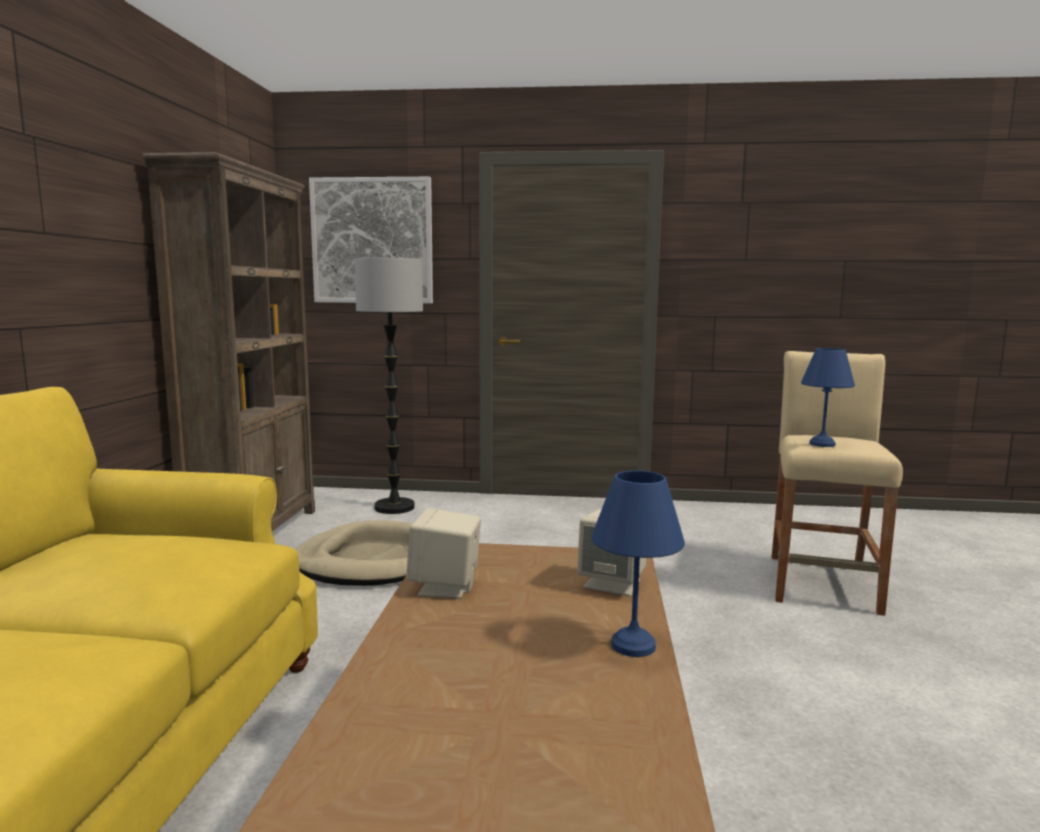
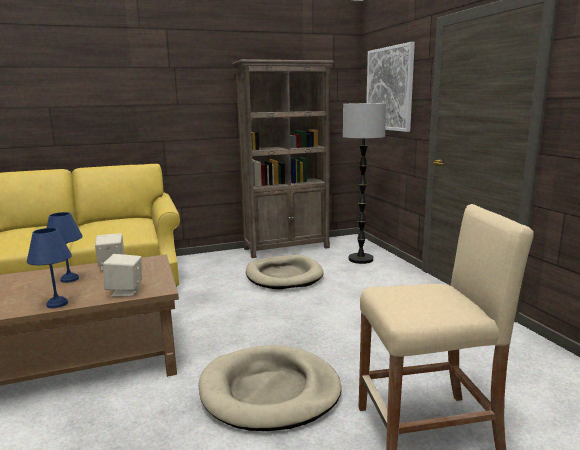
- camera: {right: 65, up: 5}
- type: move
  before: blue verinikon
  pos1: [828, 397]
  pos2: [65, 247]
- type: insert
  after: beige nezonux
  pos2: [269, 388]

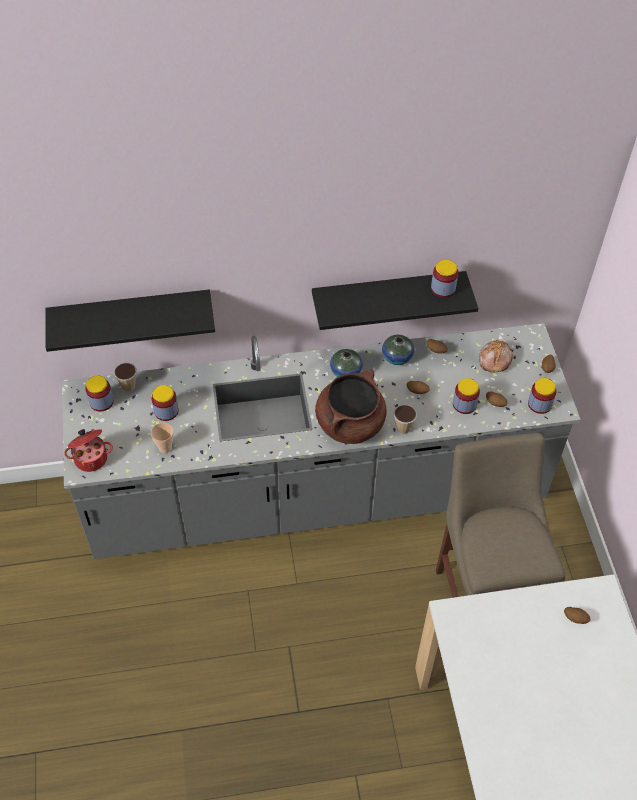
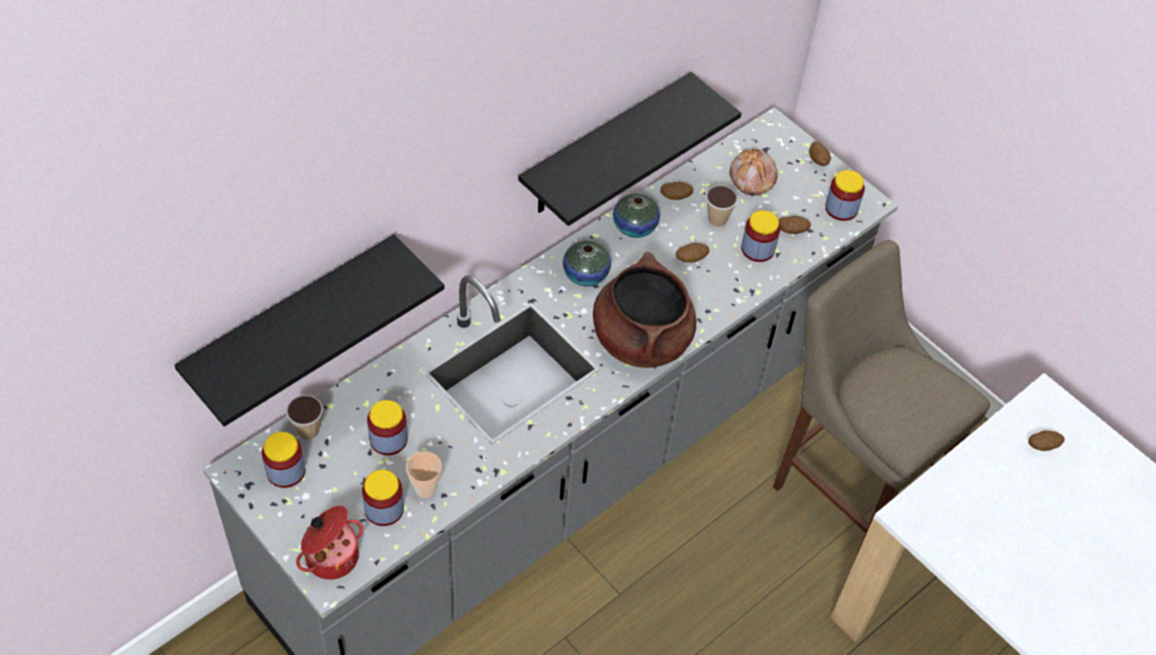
- camera: {right: -35, up: 0}
- type: move
  before: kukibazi
  pos1: [405, 419]
  pos2: [722, 206]
- type: move
  before: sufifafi
  pos1: [444, 279]
  pos2: [383, 498]

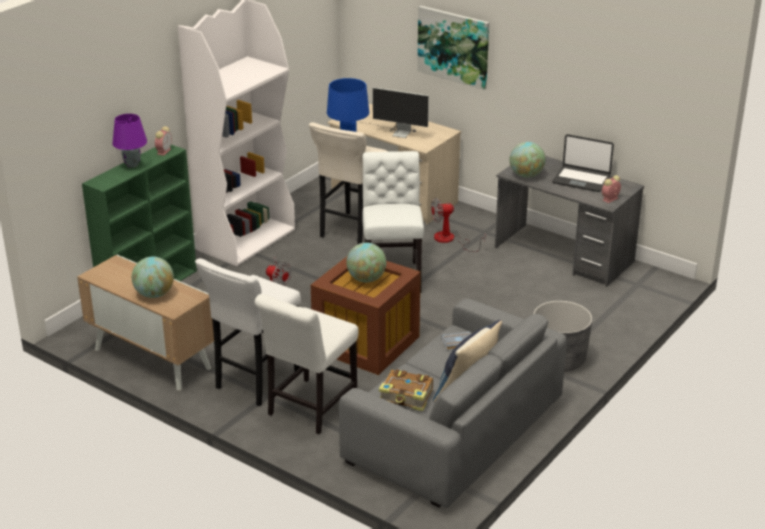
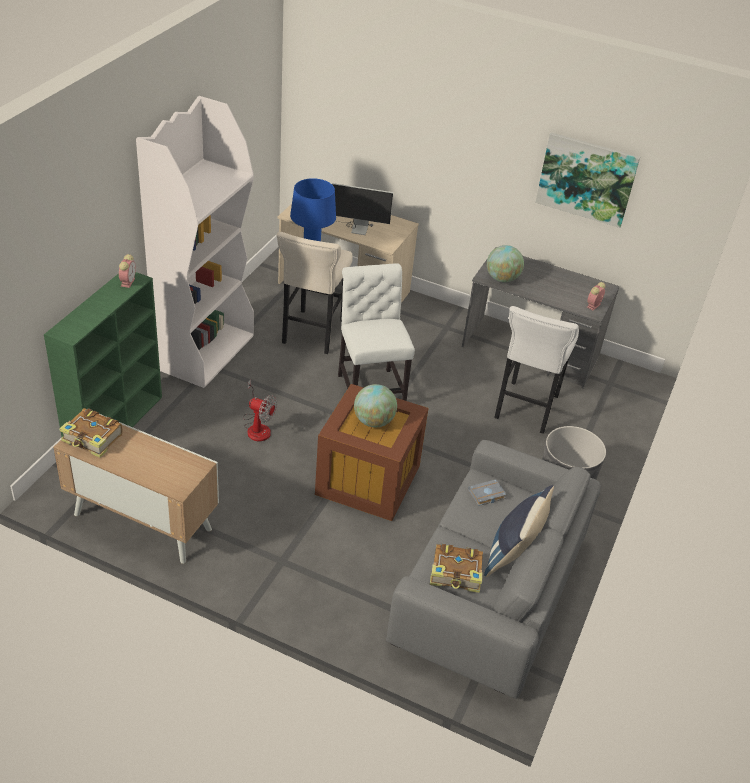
- camera: {right: -15, up: 10}
- type: delete
  before: purple verinikon
  pos1: [129, 141]
- type: delete
  before: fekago
  pos1: [153, 277]
- type: move
  before: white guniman
  pos1: [248, 332]
  pos2: [536, 370]
- type: delete
  before: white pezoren
  pos1: [306, 364]
- type: move
  before: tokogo
  pos1: [453, 48]
  pos2: [587, 180]
- type: delete
  before: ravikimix
  pos1: [458, 225]
- type: delete
  before: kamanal
  pos1: [583, 163]
- type: insert
  after: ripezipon
  pos2: [91, 433]

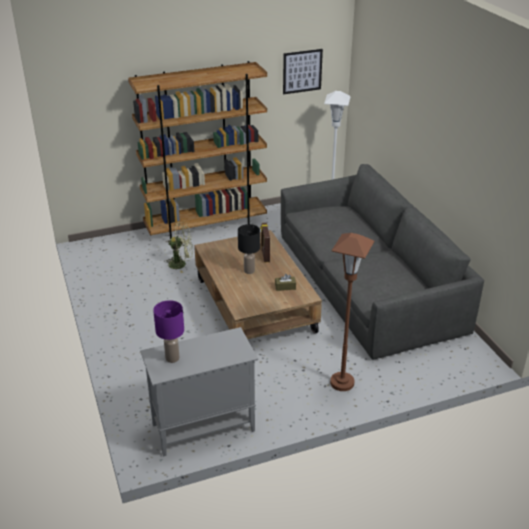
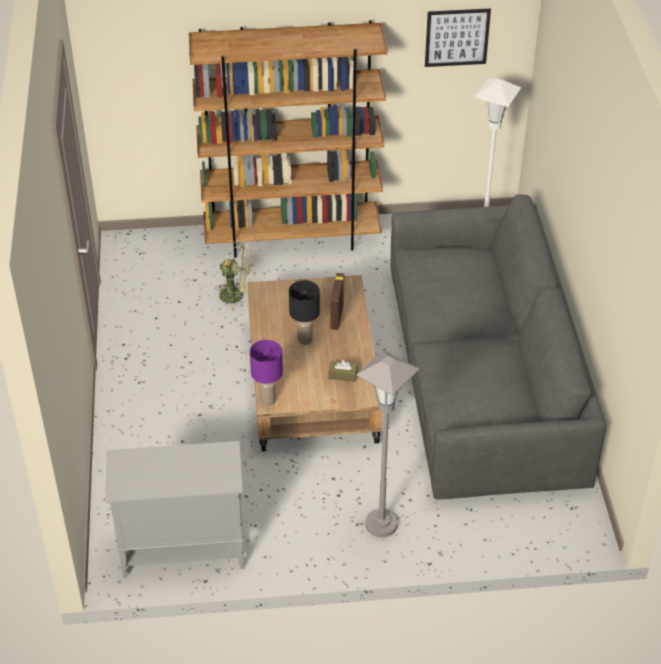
- camera: {right: 15, up: 10}
- type: move
  before: purple verinikon
  pos1: [168, 331]
  pos2: [266, 373]
- type: recolor
  before: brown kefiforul
  after: grey kefiforul
  pos1: [352, 312]
  pos2: [388, 443]

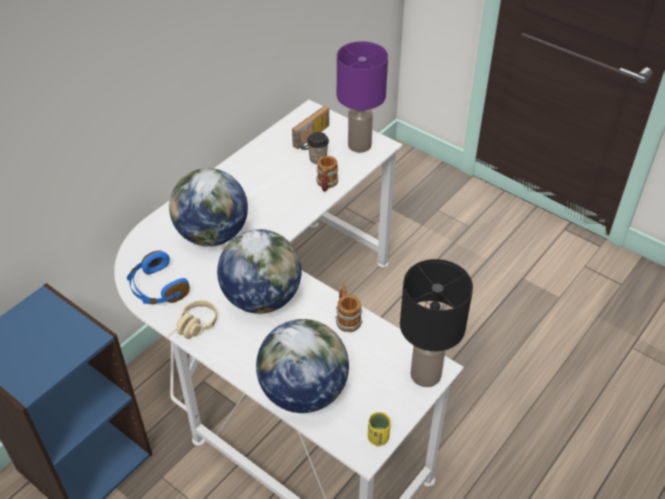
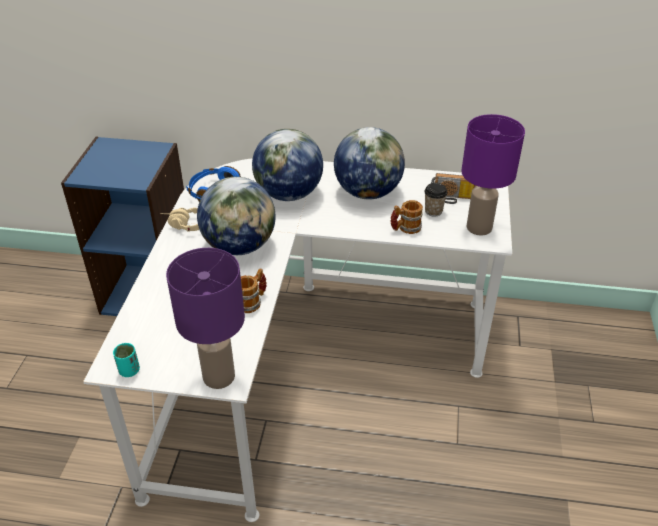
- camera: {right: 60, up: -5}
- type: move
  before: fekago
  pos1: [302, 366]
  pos2: [369, 163]
- type: recolor
  before: yellow kukibazi
  after: turquoise kukibazi
  pos1: [379, 429]
  pos2: [126, 360]
- type: recolor
  before: black verinikon
  after: purple verinikon
  pos1: [436, 323]
  pos2: [205, 318]

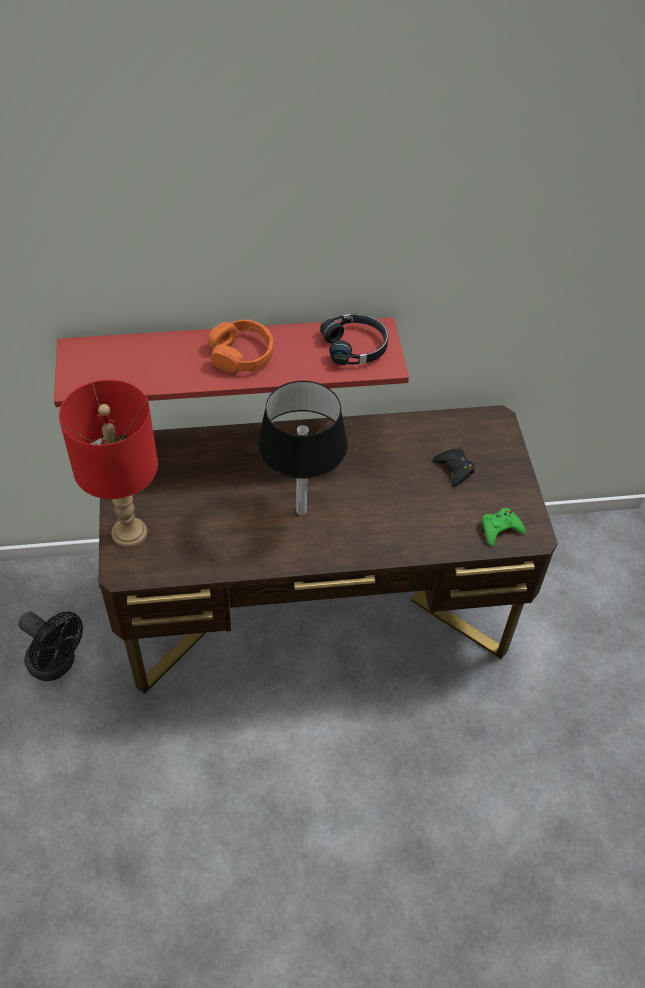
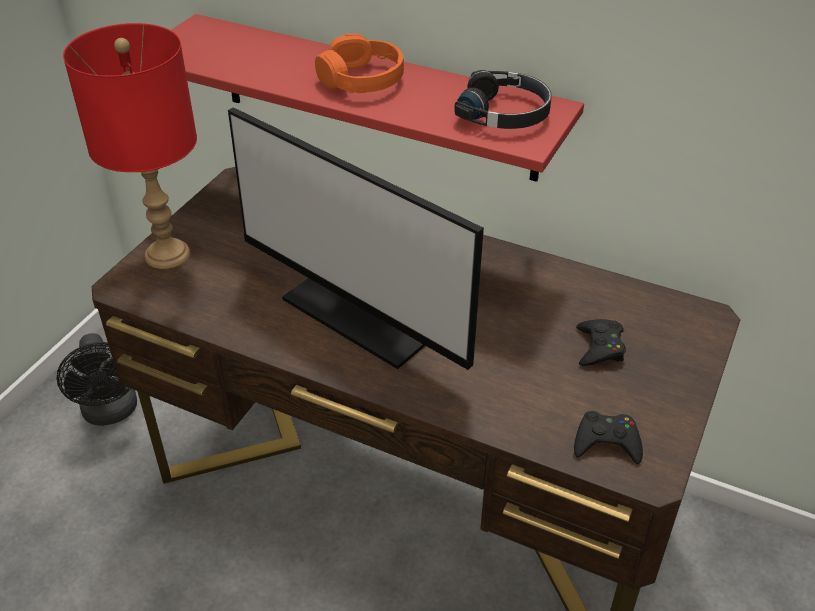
- camera: {right: 35, up: -10}
- type: replace
  before: black verinikon
  after: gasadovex
  pos1: [302, 448]
  pos2: [356, 238]
- type: recolor
  before: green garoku
  after: black garoku
  pos1: [504, 527]
  pos2: [608, 437]

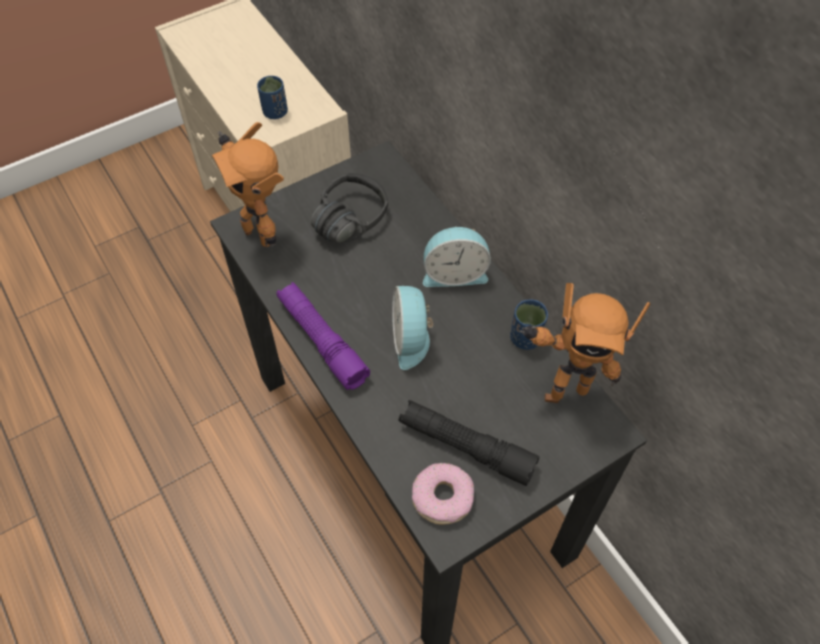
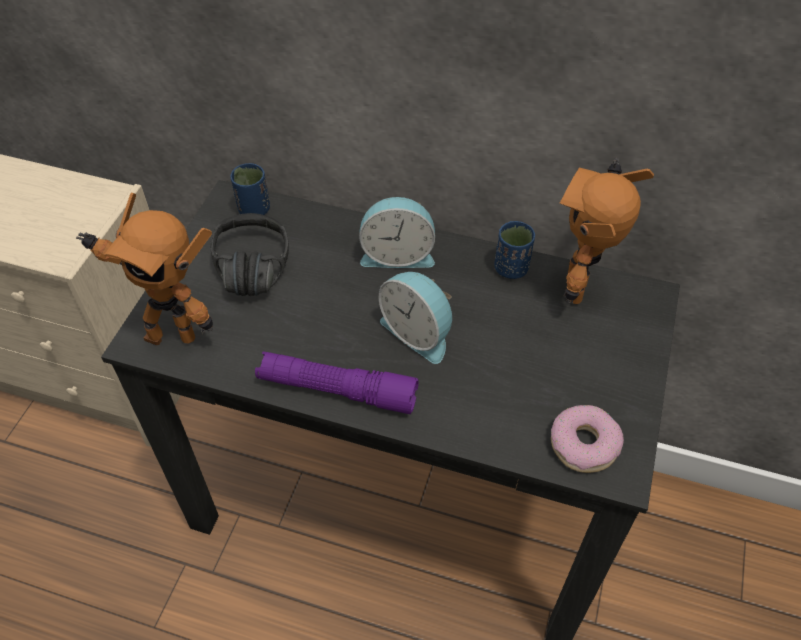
- camera: {right: -40, up: -5}
- type: move
  before: blue kukibazi
  pos1: [272, 97]
  pos2: [250, 189]
- type: delete
  before: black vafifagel
  pos1: [469, 443]
- type: rotate
  before: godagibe
  pos1: [457, 257]
  pos2: [397, 232]
  turn: 45
- type: rotate
  before: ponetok
  pos1: [585, 343]
  pos2: [607, 231]
  turn: 150

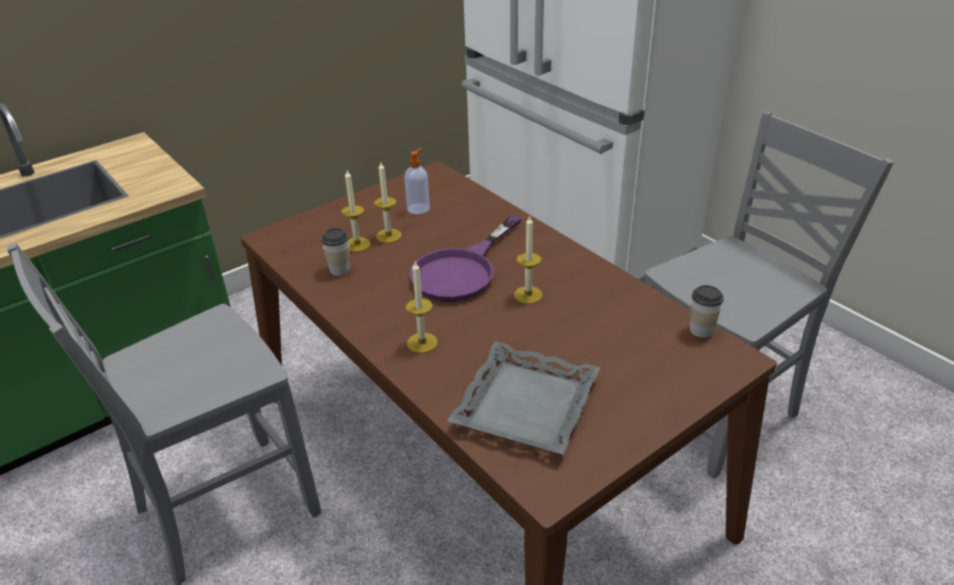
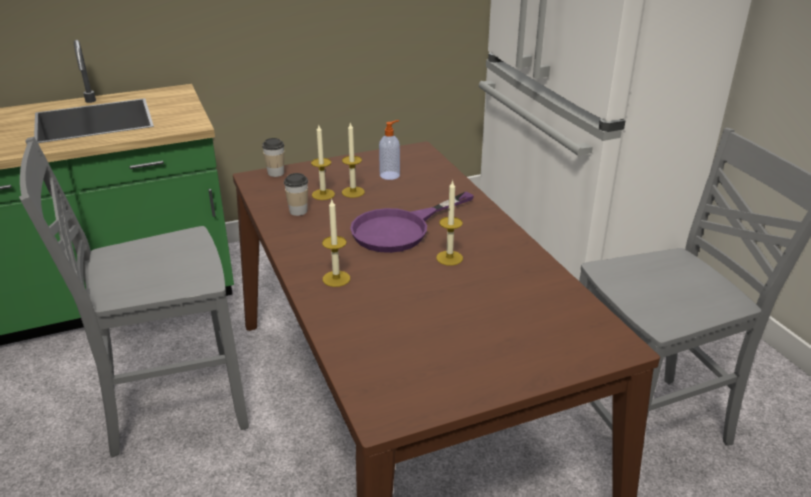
- camera: {right: 15, up: -5}
- type: delete
  before: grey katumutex
  pos1: [524, 398]
- type: move
  before: kukibazi
  pos1: [707, 311]
  pos2: [273, 157]

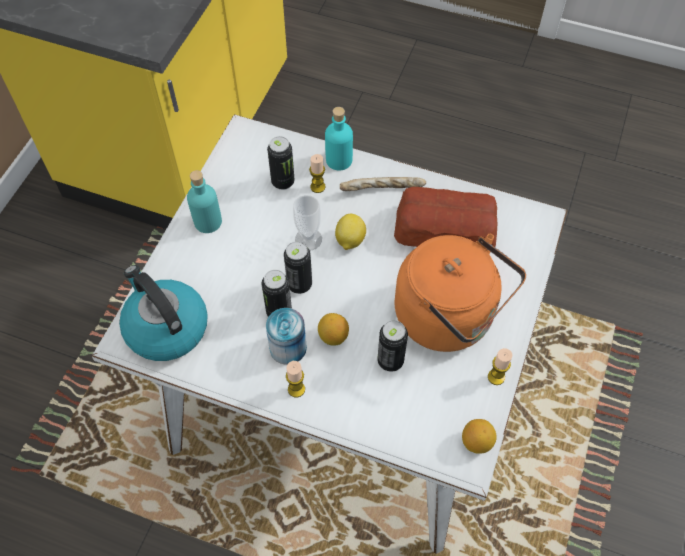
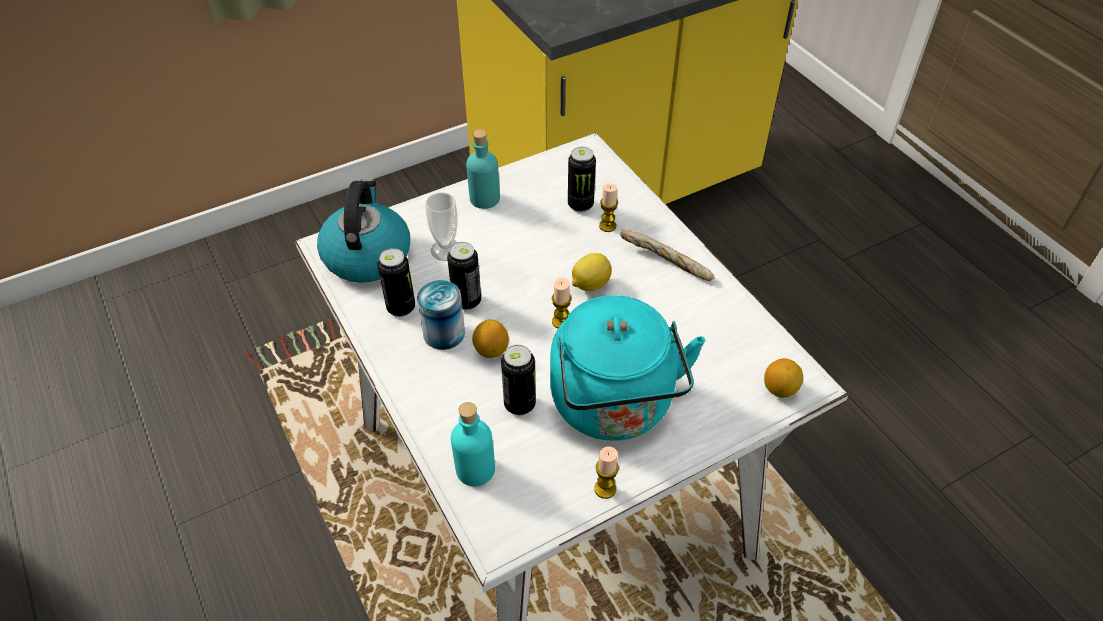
- camera: {right: 40, up: -10}
- type: move
  before: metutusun
  pos1: [298, 267]
  pos2: [396, 282]
- type: move
  before: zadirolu
  pos1: [295, 379]
  pos2: [562, 303]
- type: move
  before: kukibazi
  pos1: [307, 223]
  pos2: [441, 226]
- type: move
  before: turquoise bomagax
  pos1: [339, 139]
  pos2: [473, 444]
- type: delete
  before: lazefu
  pos1: [445, 217]
- type: recolor
  before: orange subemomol
  after: turquoise subemomol
  pos1: [460, 293]
  pos2: [627, 367]
- type: move
  before: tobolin
  pos1: [479, 436]
  pos2: [783, 378]

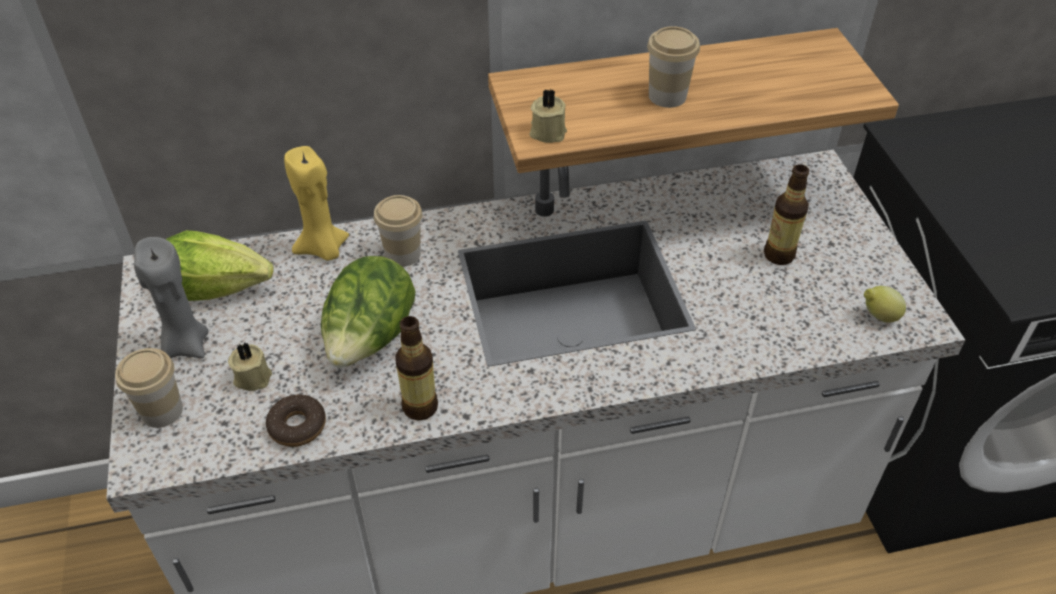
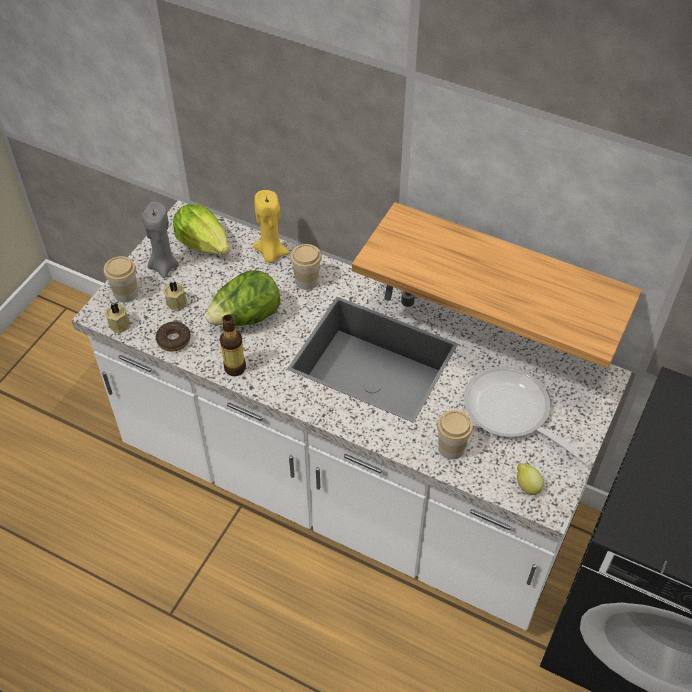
- camera: {right: 40, up: 5}
- type: move
  before: beige zadirolu
  pos1: [548, 116]
  pos2: [118, 318]
- type: move
  before: kukibazi
  pos1: [673, 67]
  pos2: [455, 435]
- type: replace
  before: bomagax
  after: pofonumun
  pos1: [786, 214]
  pos2: [527, 415]

